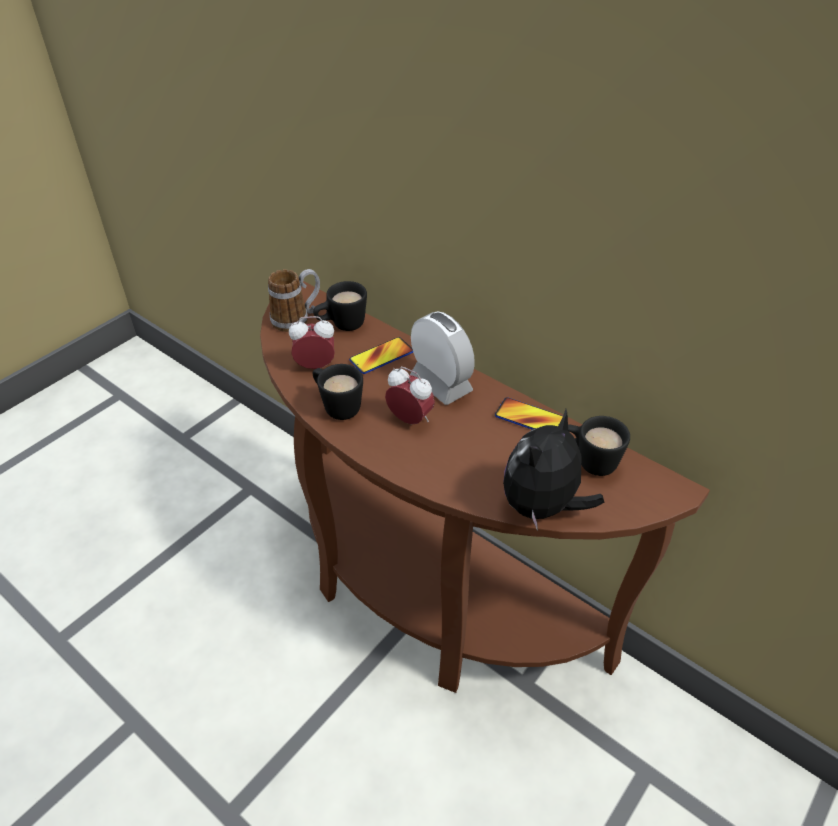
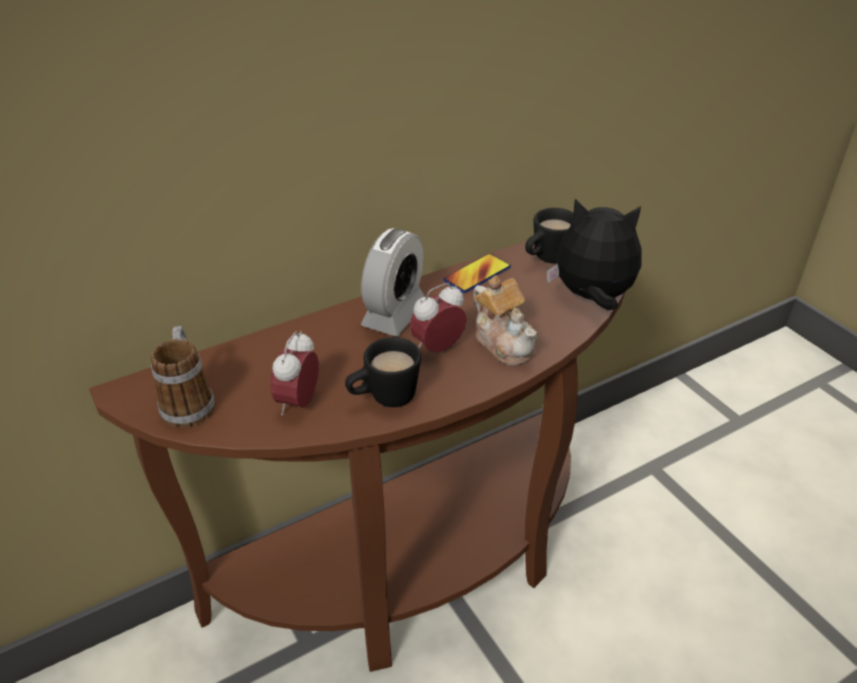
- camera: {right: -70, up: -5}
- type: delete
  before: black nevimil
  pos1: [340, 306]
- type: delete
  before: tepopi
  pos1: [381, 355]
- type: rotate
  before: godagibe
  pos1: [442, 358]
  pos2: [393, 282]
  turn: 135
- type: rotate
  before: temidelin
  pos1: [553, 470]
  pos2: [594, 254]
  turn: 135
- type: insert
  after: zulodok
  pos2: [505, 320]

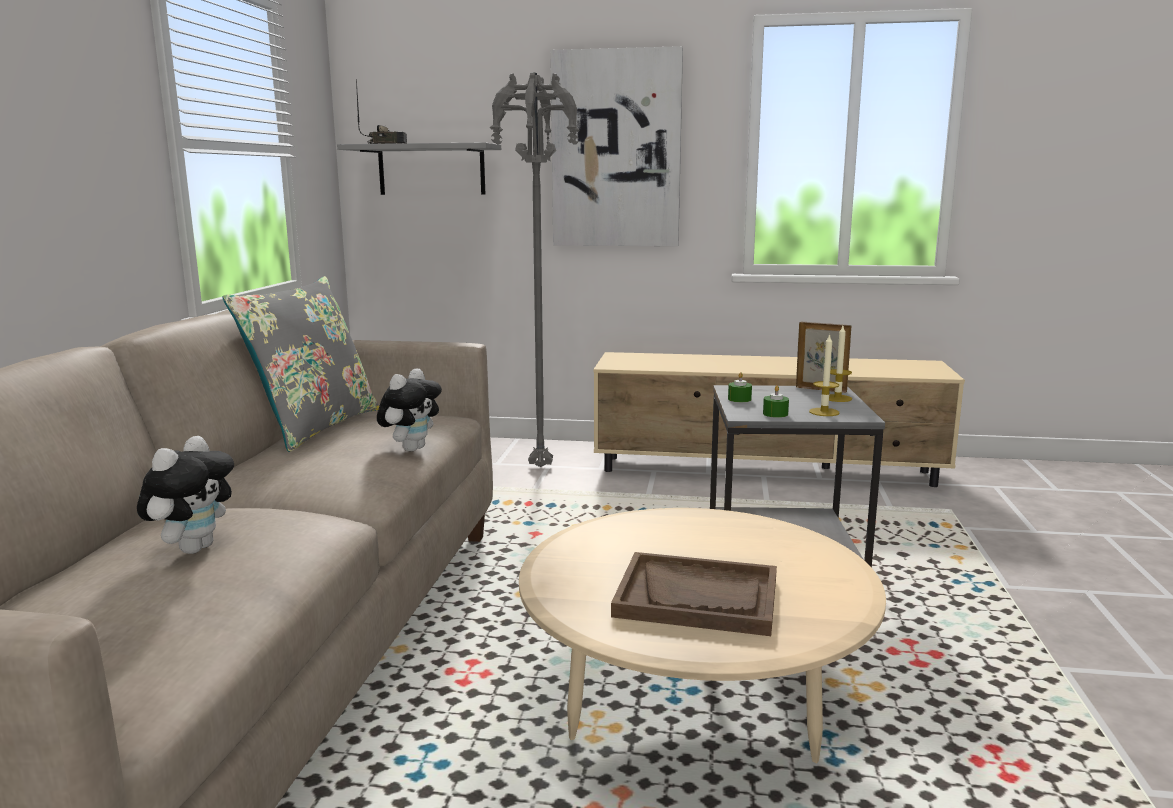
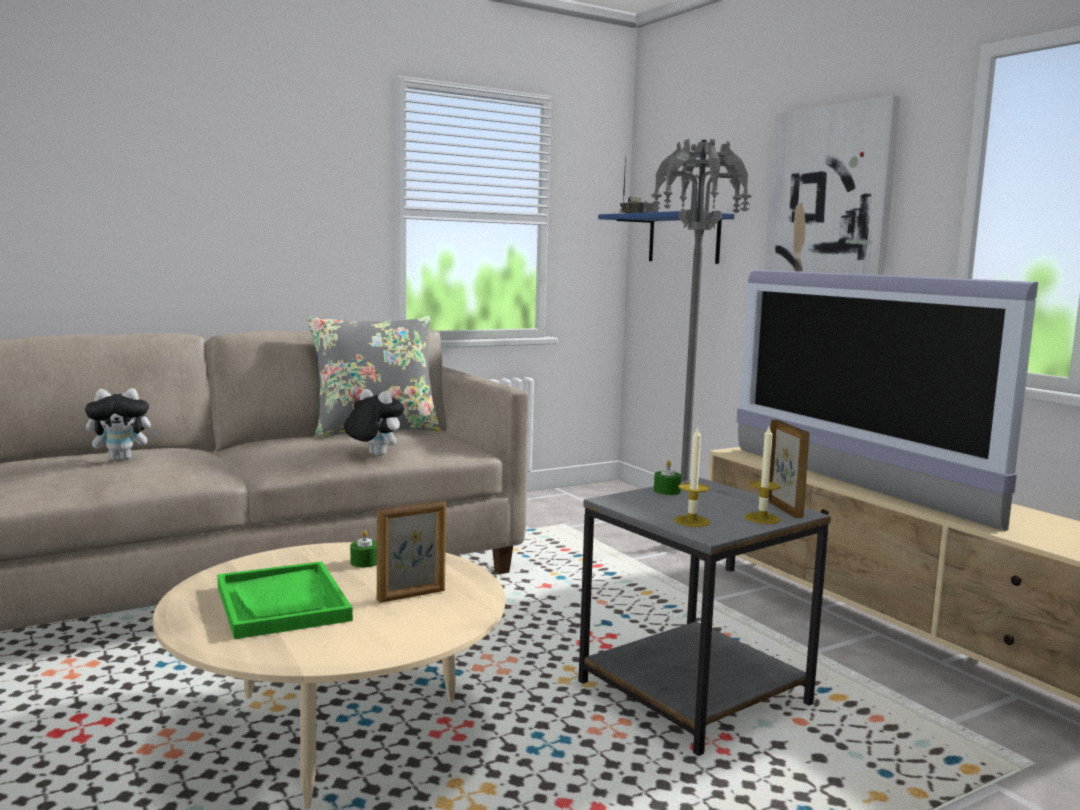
- camera: {right: 50, up: -5}
- type: recolor
  before: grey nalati
  after: blue nalati
  pos1: [419, 169]
  pos2: [666, 237]
- type: rotate
  before: temidelin
  pos1: [409, 410]
  pos2: [374, 422]
  turn: -135
- type: recolor
  before: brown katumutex
  after: green katumutex
  pos1: [694, 594]
  pos2: [285, 600]
- type: move
  before: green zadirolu
  pos1: [776, 401]
  pos2: [363, 549]
- type: insert
  after: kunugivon
  pos2: [411, 551]
- type: insert
  after: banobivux
  pos2: [887, 400]

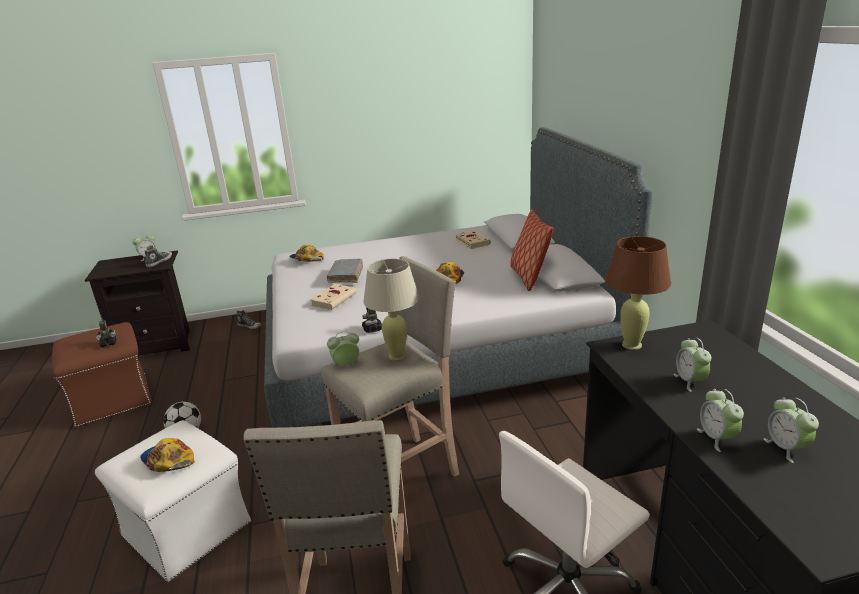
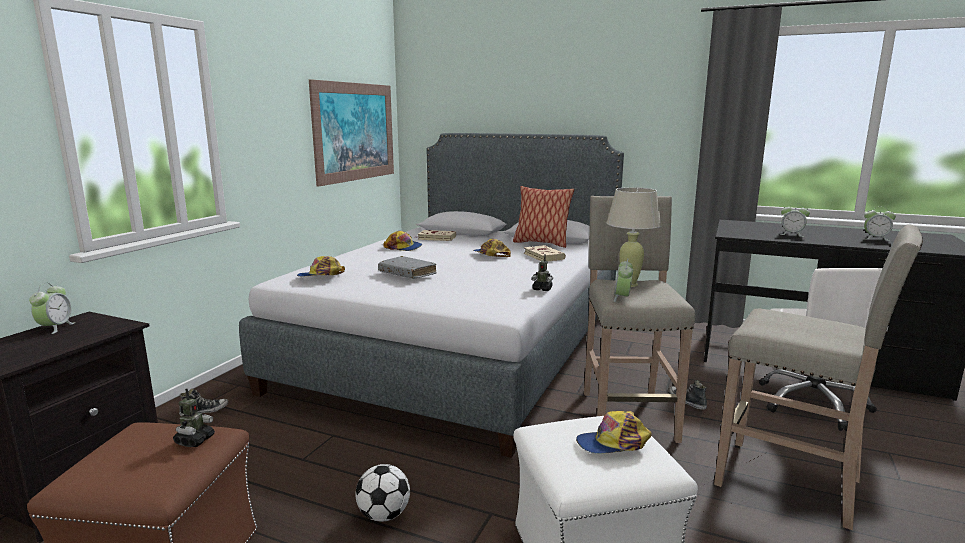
- camera: {right: -55, up: -10}
- type: move
  before: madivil
  pos1: [158, 256]
  pos2: [688, 395]
- type: move
  before: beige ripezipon
  pos1: [333, 297]
  pos2: [545, 253]
- type: delete
  before: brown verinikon
  pos1: [638, 293]
- type: delete
  before: godagibe
  pos1: [720, 420]
- type: insert
  after: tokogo
  pos2: [351, 133]
- type: insert
  after: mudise
  pos2: [402, 241]

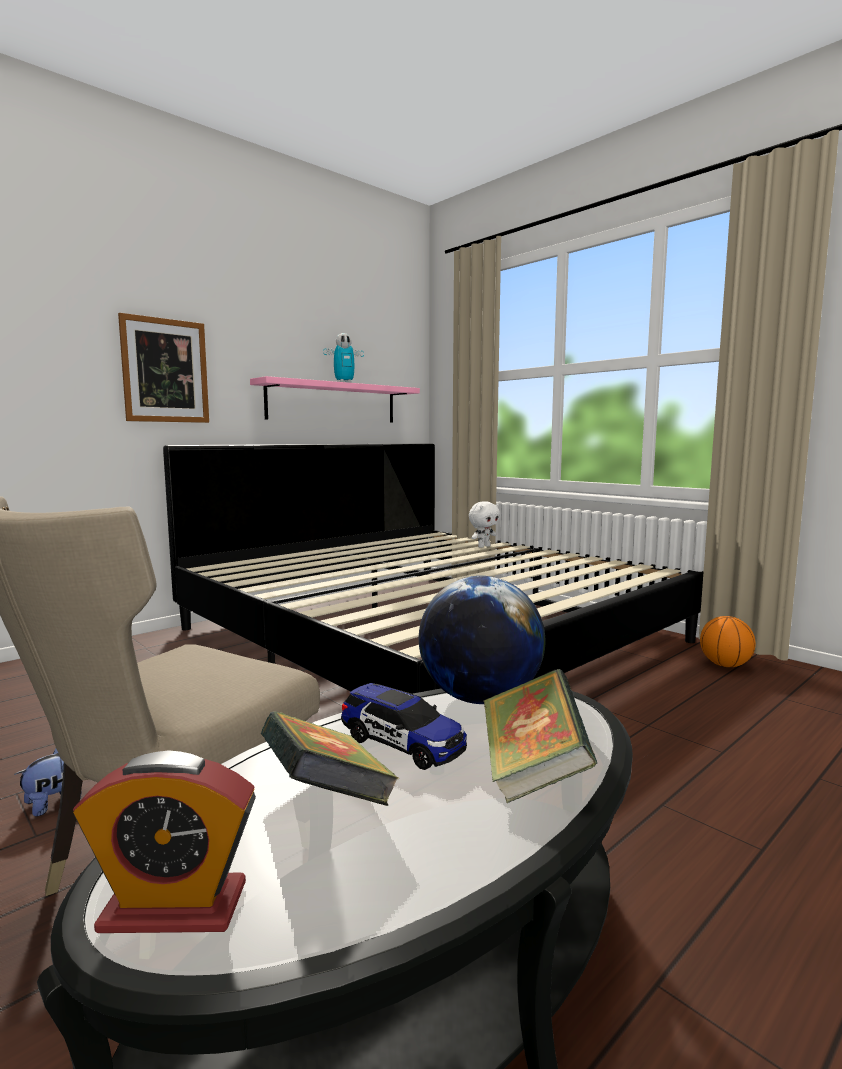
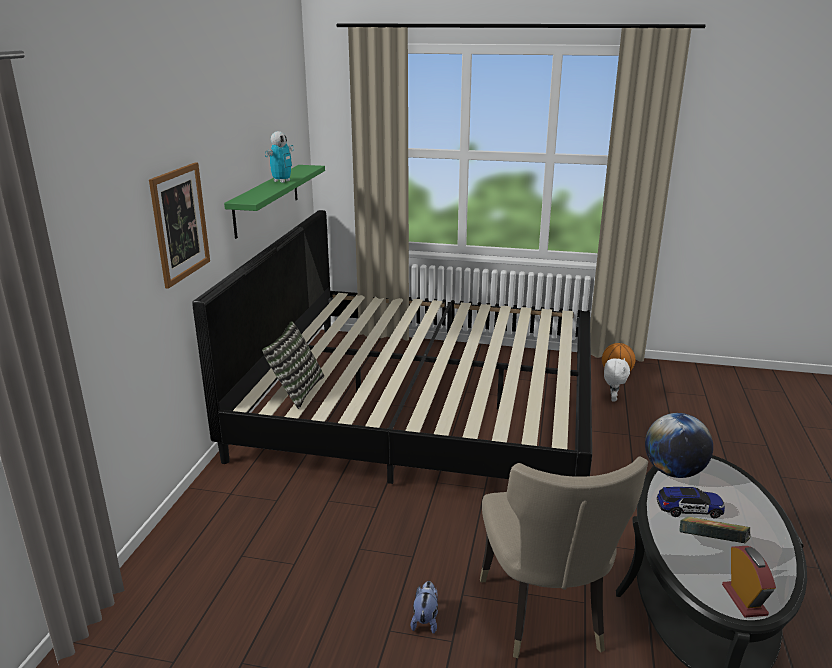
- camera: {right: -35, up: 15}
- type: rotate
  before: godagibe
  pos1: [164, 841]
  pos2: [749, 582]
  turn: -60
- type: recolor
  before: pink nalati
  after: green nalati
  pos1: [335, 399]
  pos2: [274, 202]
- type: move
  before: white temidelin
  pos1: [484, 524]
  pos2: [617, 380]
- type: delete
  before: ripezipon
  pos1: [540, 736]
- type: insert
  after: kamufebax
  pos2: [293, 365]

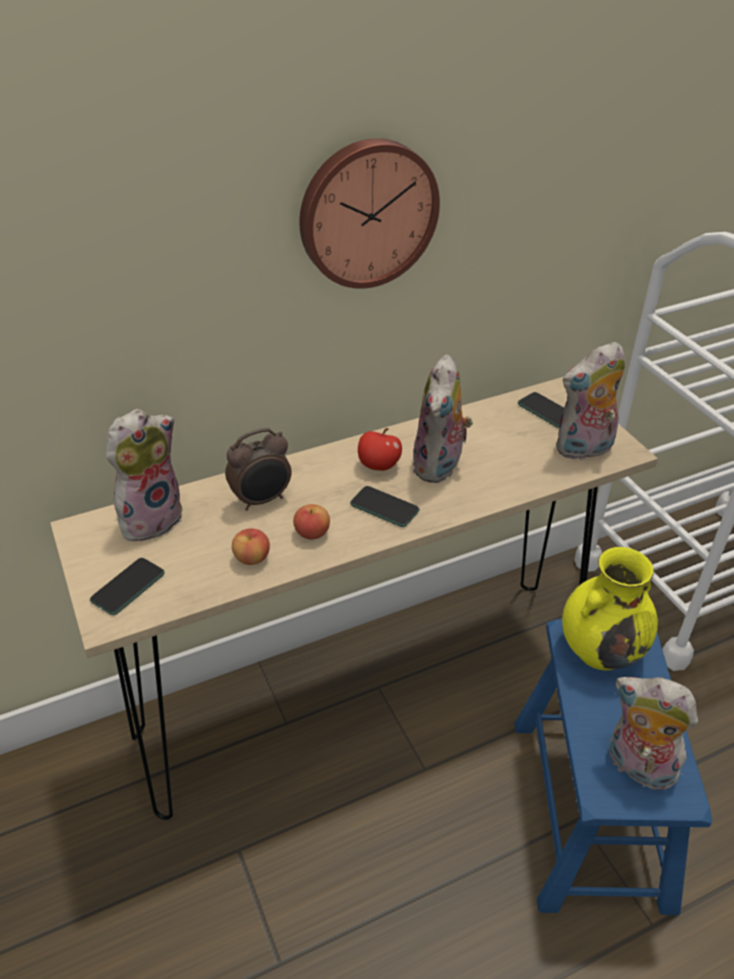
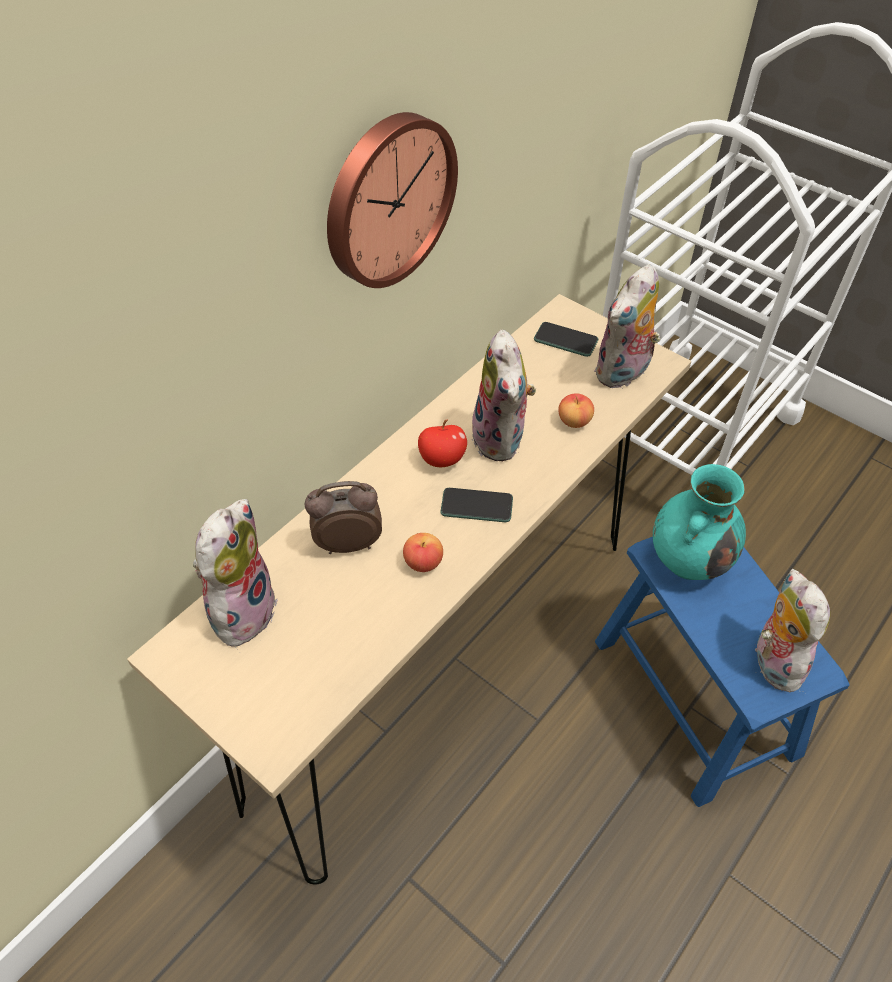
- camera: {right: -25, up: 10}
- type: delete
  before: tepopi
  pos1: [127, 586]
- type: rotate
  before: godagibe
  pos1: [258, 469]
  pos2: [343, 517]
  turn: -135
- type: move
  before: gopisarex
  pos1: [251, 547]
  pos2: [576, 410]
- type: recolor
  before: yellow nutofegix
  after: turquoise nutofegix
  pos1: [610, 608]
  pos2: [699, 522]
- type: rotate
  before: temidelin
  pos1: [653, 733]
  pos2: [792, 630]
  turn: 75

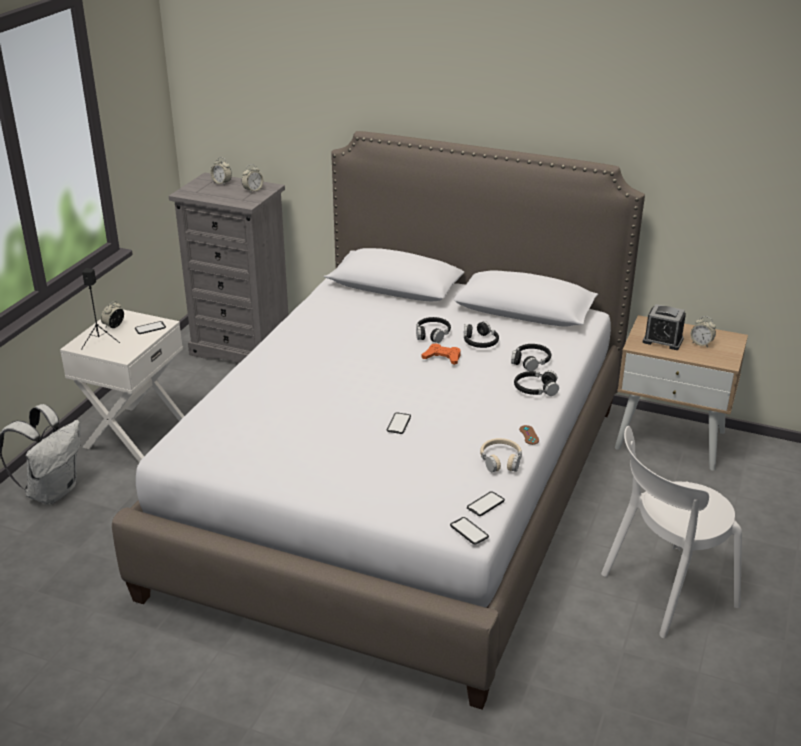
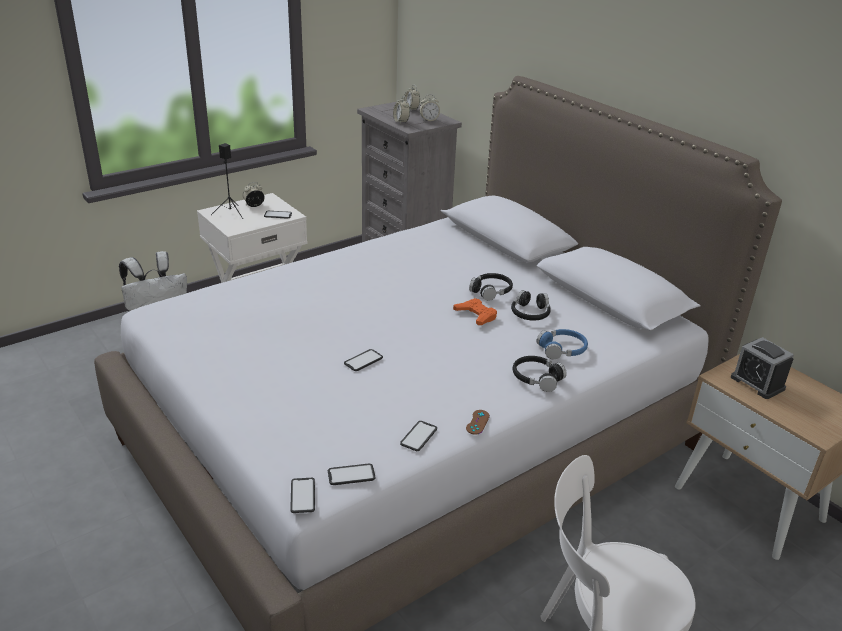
- camera: {right: 30, up: 0}
- type: replace
  before: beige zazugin
  after: tepopi
  pos1: [501, 455]
  pos2: [418, 436]
- type: recolor
  before: black zazugin
  after: blue zazugin
  pos1: [531, 357]
  pos2: [562, 344]
- type: move
  before: godagibe
  pos1: [703, 331]
  pos2: [401, 110]

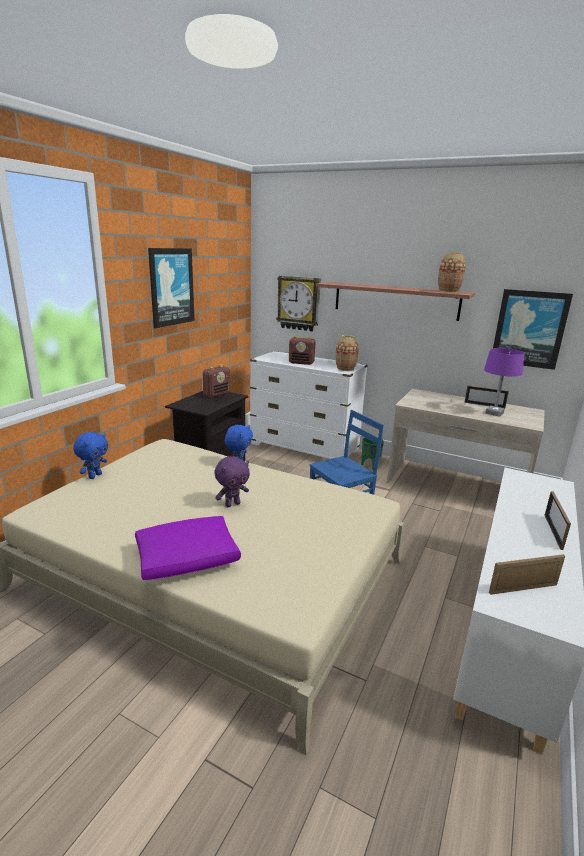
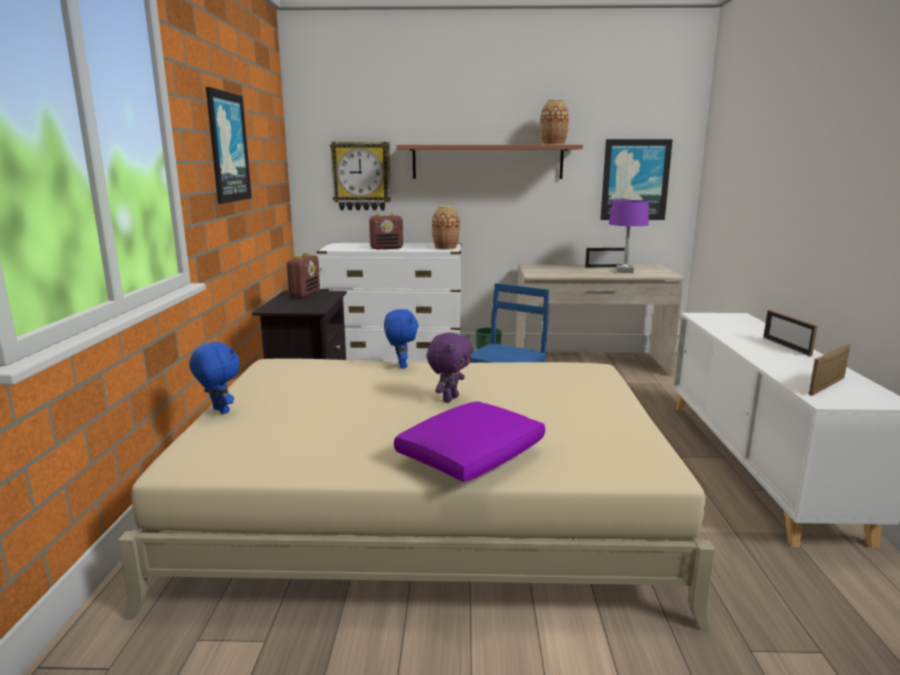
- camera: {right: -25, up: -5}
- type: rotate
  before: blue temidelin
  pos1: [90, 455]
  pos2: [214, 377]
  turn: -45

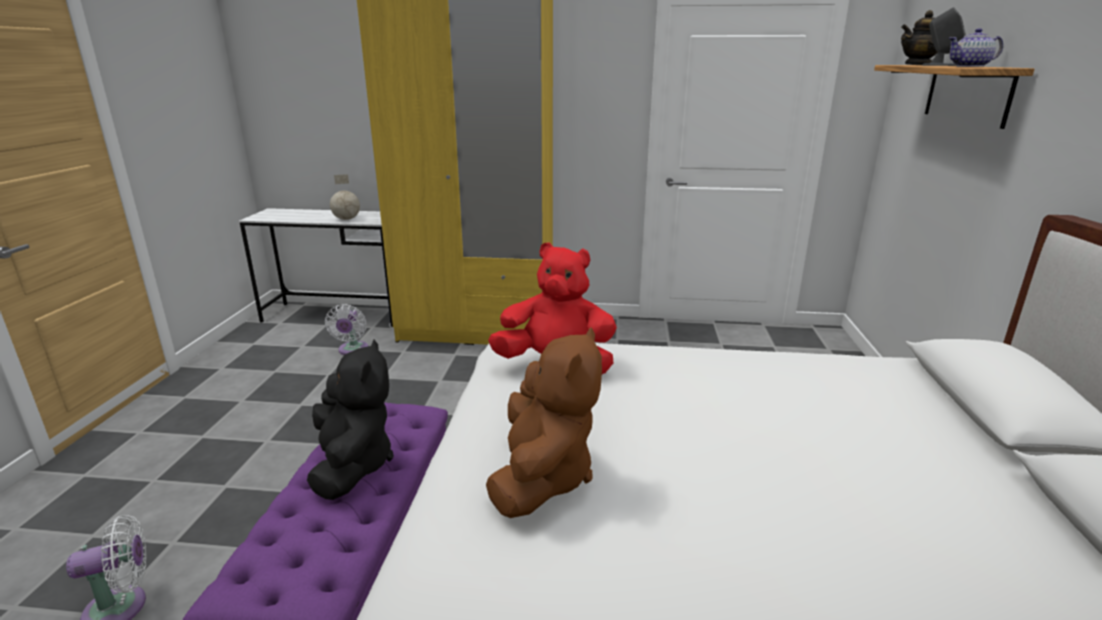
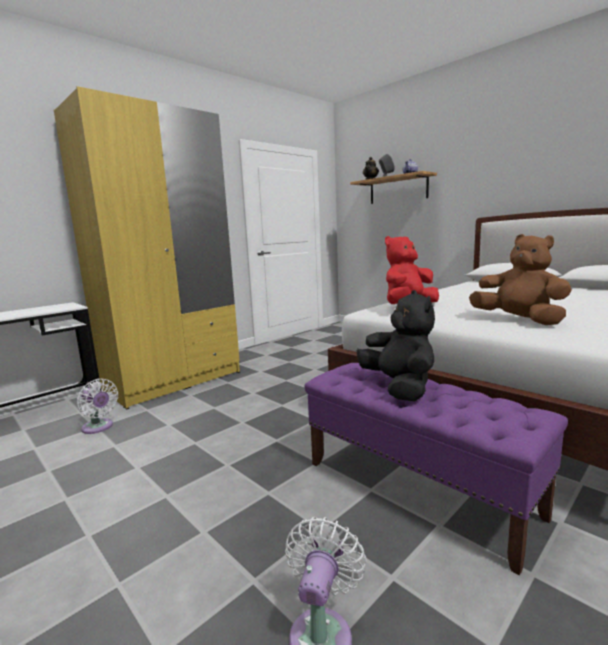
- camera: {right: -50, up: -10}
- type: rotate
  before: black temidelin
  pos1: [350, 420]
  pos2: [396, 346]
  turn: 45
- type: delete
  before: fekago
  pos1: [345, 197]

